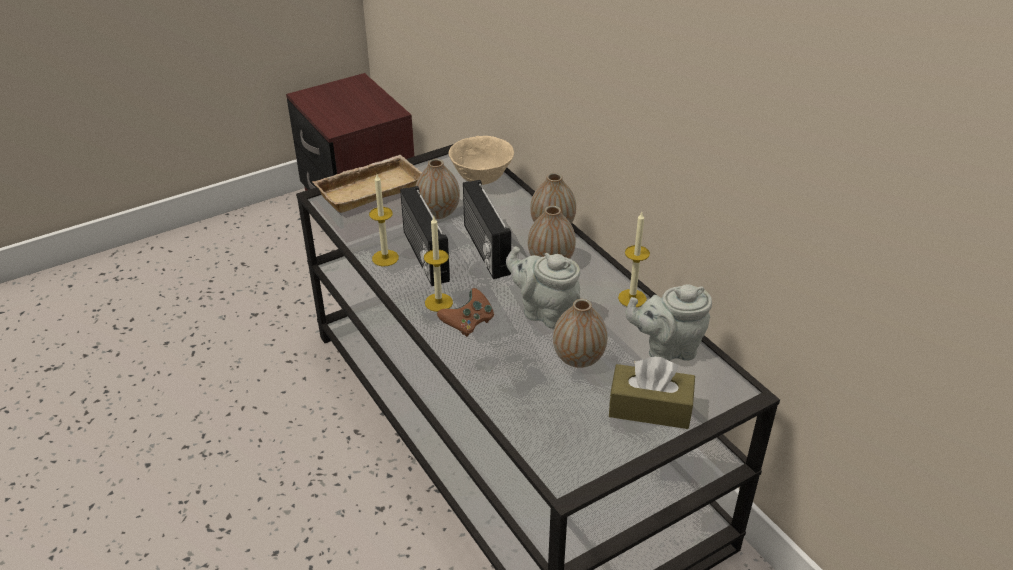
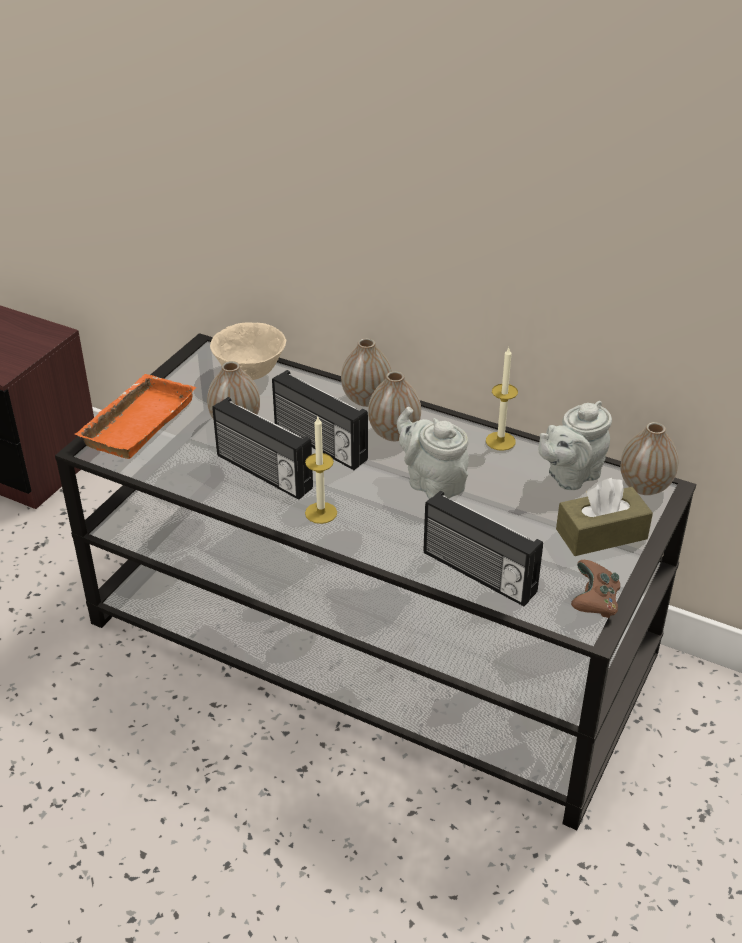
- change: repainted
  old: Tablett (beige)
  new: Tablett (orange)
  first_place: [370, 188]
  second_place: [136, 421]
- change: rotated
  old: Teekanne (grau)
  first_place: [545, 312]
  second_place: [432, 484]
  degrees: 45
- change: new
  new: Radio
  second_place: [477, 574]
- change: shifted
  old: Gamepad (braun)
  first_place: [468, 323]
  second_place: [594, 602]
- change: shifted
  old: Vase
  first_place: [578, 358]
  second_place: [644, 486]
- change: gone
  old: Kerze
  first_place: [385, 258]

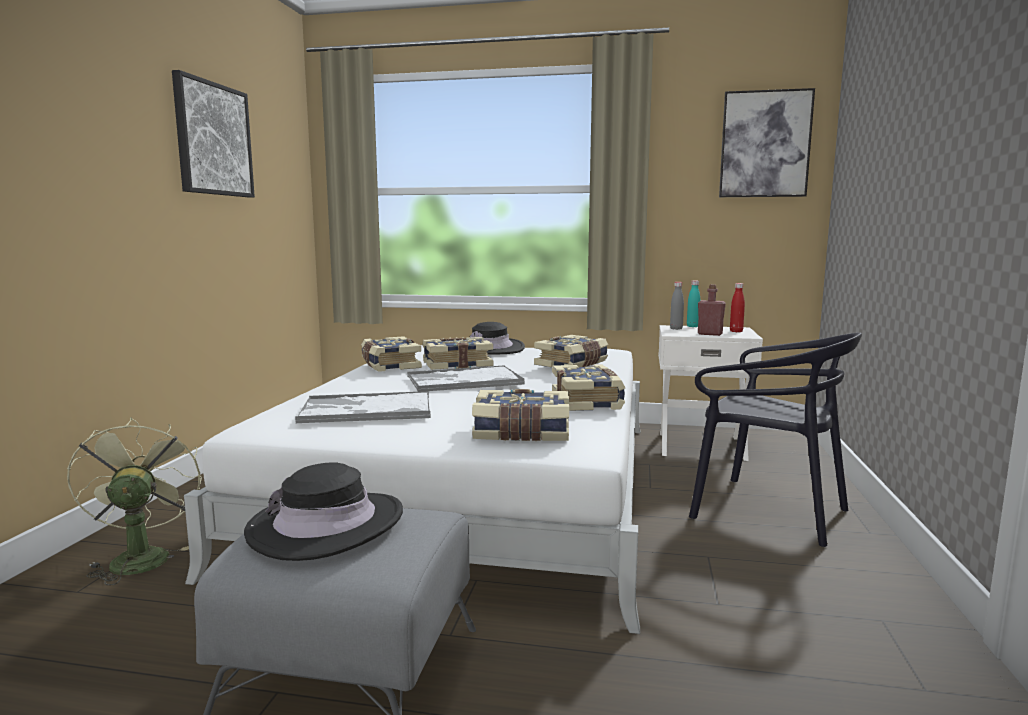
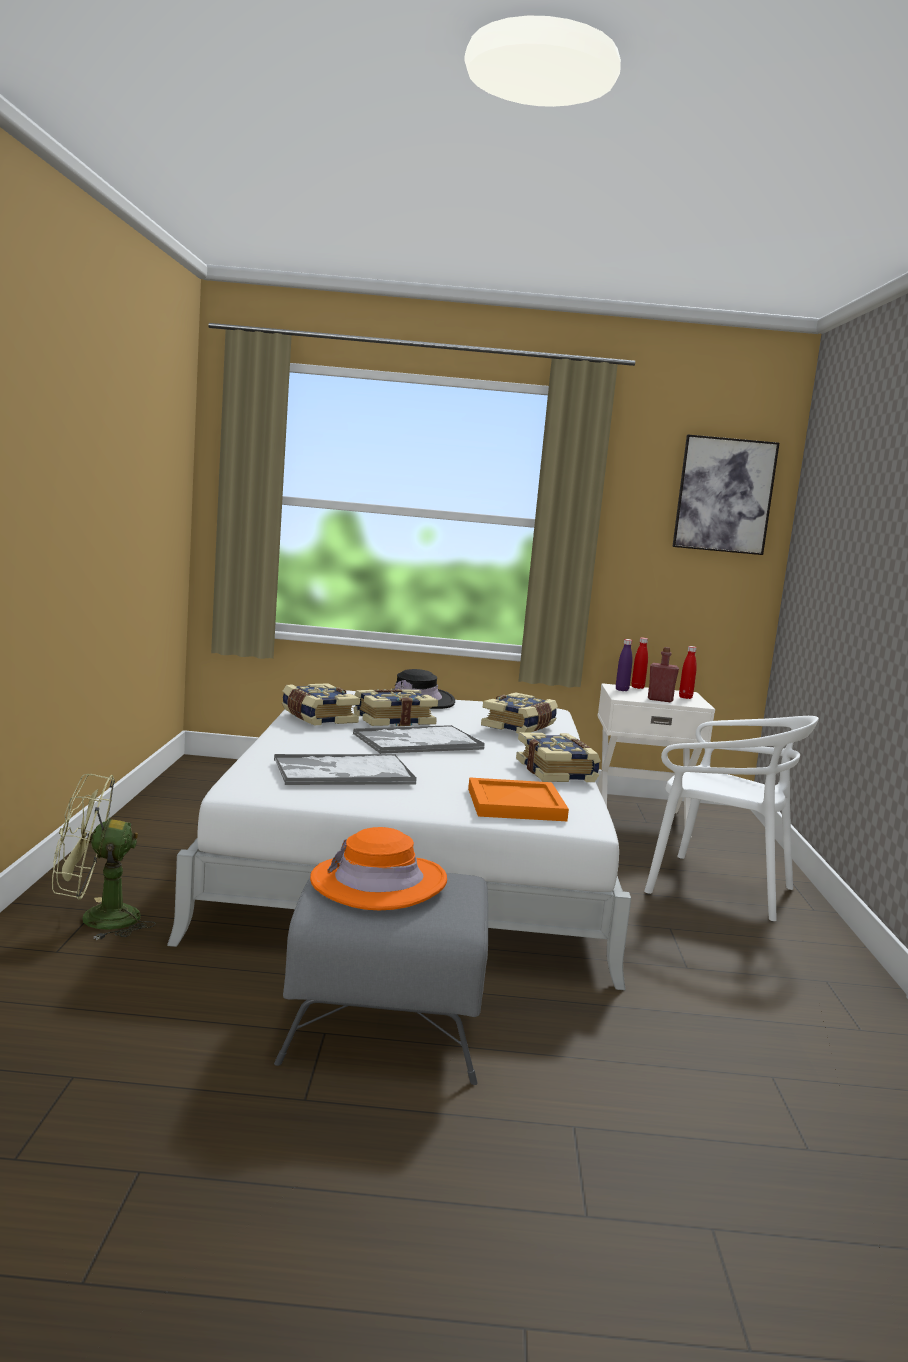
- change: rotated
  old: Ventilator (grün)
  first_place: [140, 557]
  second_place: [96, 920]
  degrees: -75
- change: repainted
  old: Hut (schwarz)
  new: Hut (orange)
  first_place: [326, 525]
  second_place: [378, 883]
- change: swapped
  old: Buch
  new: Tablett (orange)
  first_place: [522, 433]
  second_place: [514, 804]
- change: repainted
  old: Flasche (grau)
  new: Flasche (lila)
  first_place: [676, 329]
  second_place: [622, 690]
- change: repainted
  old: Flasche (türkis)
  new: Flasche (rot)
  first_place: [692, 326]
  second_place: [637, 687]
- change: repainted
  old: Stuhl (schwarz)
  new: Stuhl (weiß)
  first_place: [768, 511]
  second_place: [718, 888]
- change: gone
  old: Bild
  first_place: [213, 139]

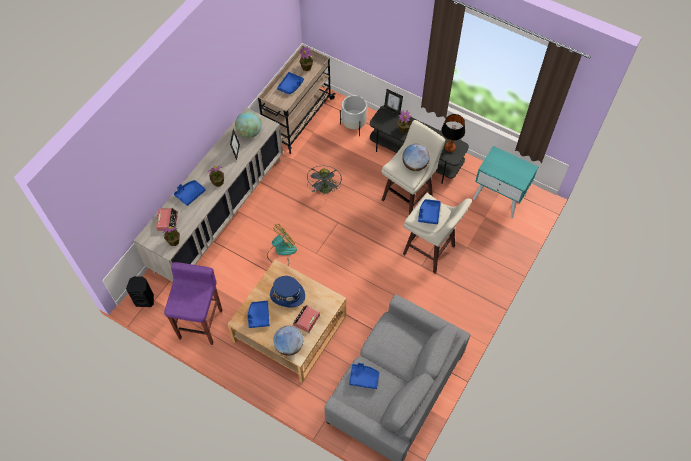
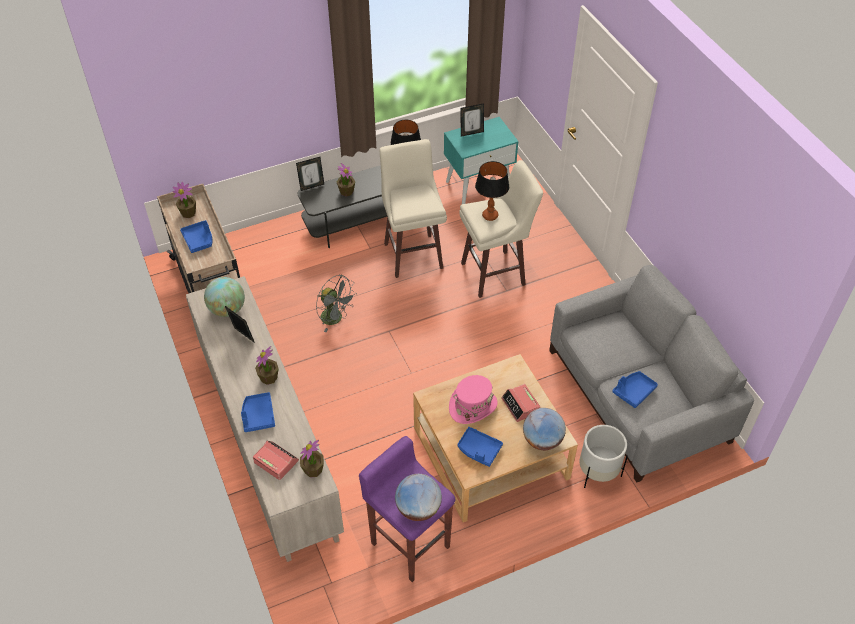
- change: shifted
  old: Globus
  first_place: [415, 165]
  second_place: [418, 508]
- change: repainted
  old: Hut (blau)
  new: Hut (rosa)
  first_place: [287, 295]
  second_place: [473, 406]
- change: new
  new: Bilderrahmen
  second_place: [471, 133]
- change: swapped
  old: Tablett (blau)
  new: Tischlampe
  first_place: [429, 213]
  second_place: [490, 215]
- change: shifted
  old: Pflanzkübel (weiß)
  first_place: [353, 125]
  second_place: [598, 472]
- change: gone
  old: Lautsprecher (schwarz)
  first_place: [145, 299]
- change: gone
  old: Ventilator
  first_place: [281, 251]

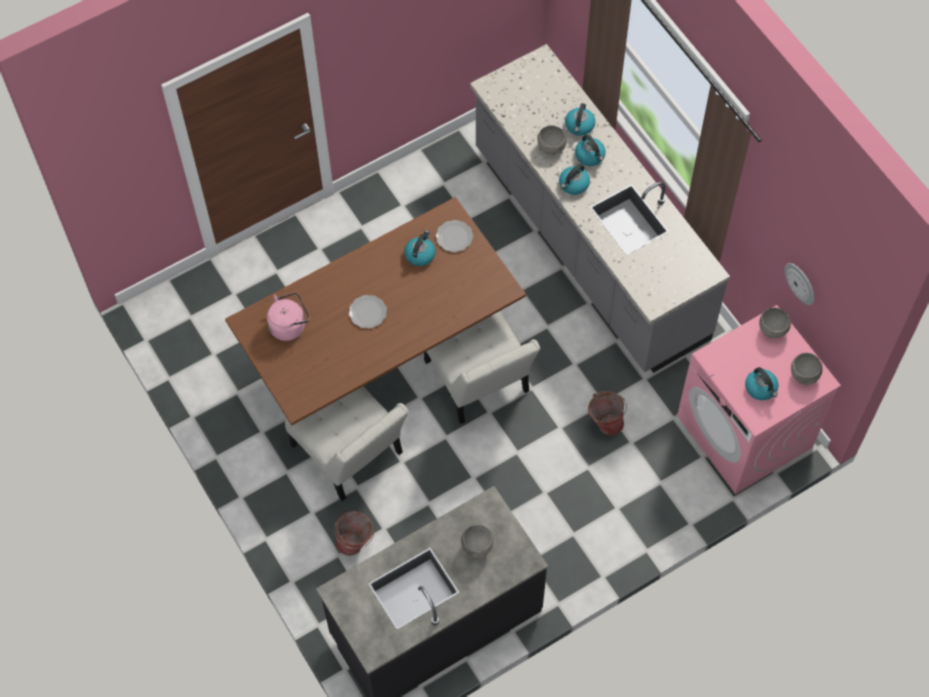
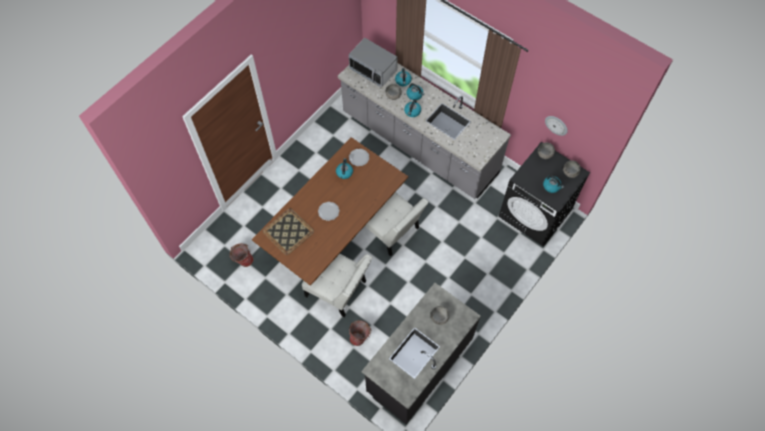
- change: shifted
  old: Eimer
  first_place: [605, 422]
  second_place: [243, 260]
- change: swapped
  old: Wasserkessel (rosa)
  new: Tablett
  first_place: [289, 325]
  second_place: [289, 231]
- change: new
  new: Mikrowelle
  second_place: [373, 70]
- change: repainted
  old: Waschmaschine (rosa)
  new: Waschmaschine (schwarz)
  first_place: [745, 432]
  second_place: [535, 214]

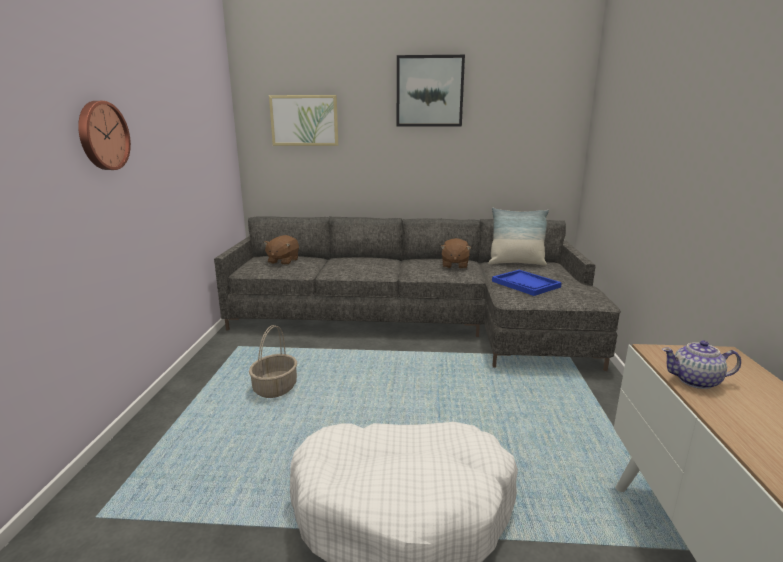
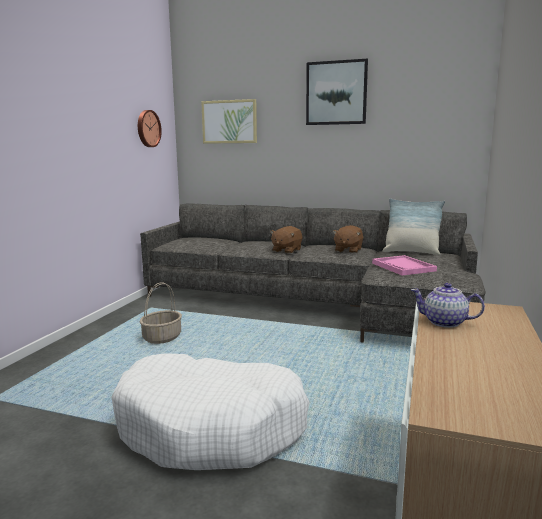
- change: shifted
  old: Wanduhr
  first_place: [102, 136]
  second_place: [147, 128]
- change: shifted
  old: Plüschtier (braun)
  first_place: [283, 261]
  second_place: [286, 250]
- change: repainted
  old: Tablett (blau)
  new: Tablett (rosa)
  first_place: [526, 284]
  second_place: [403, 267]

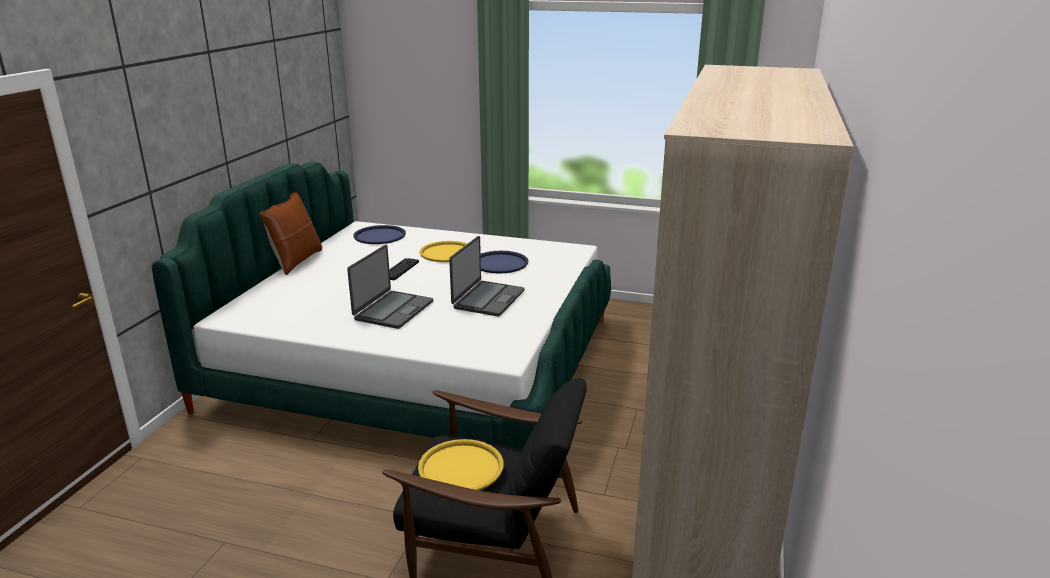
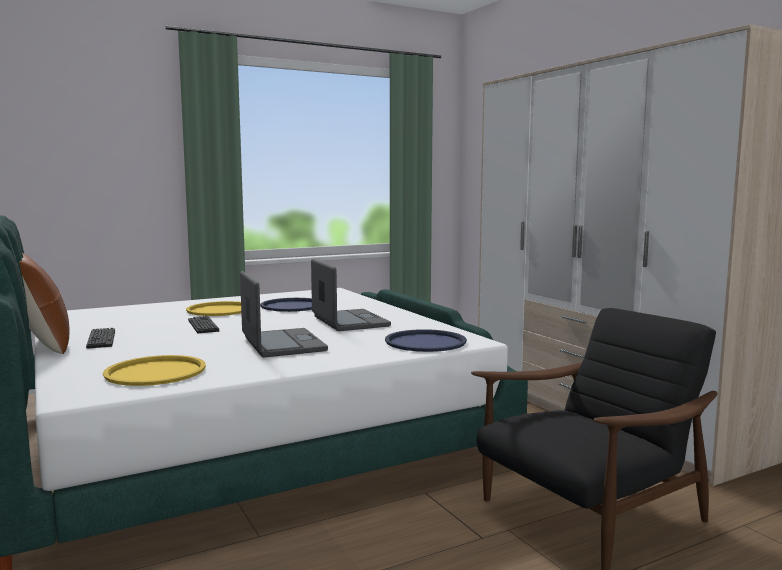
- change: new
  new: Tastatur
  second_place: [101, 339]
- change: shifted
  old: Tablett (gelb)
  first_place: [461, 467]
  second_place: [156, 372]
- change: shifted
  old: Tablett (blau)
  first_place: [379, 235]
  second_place: [425, 342]

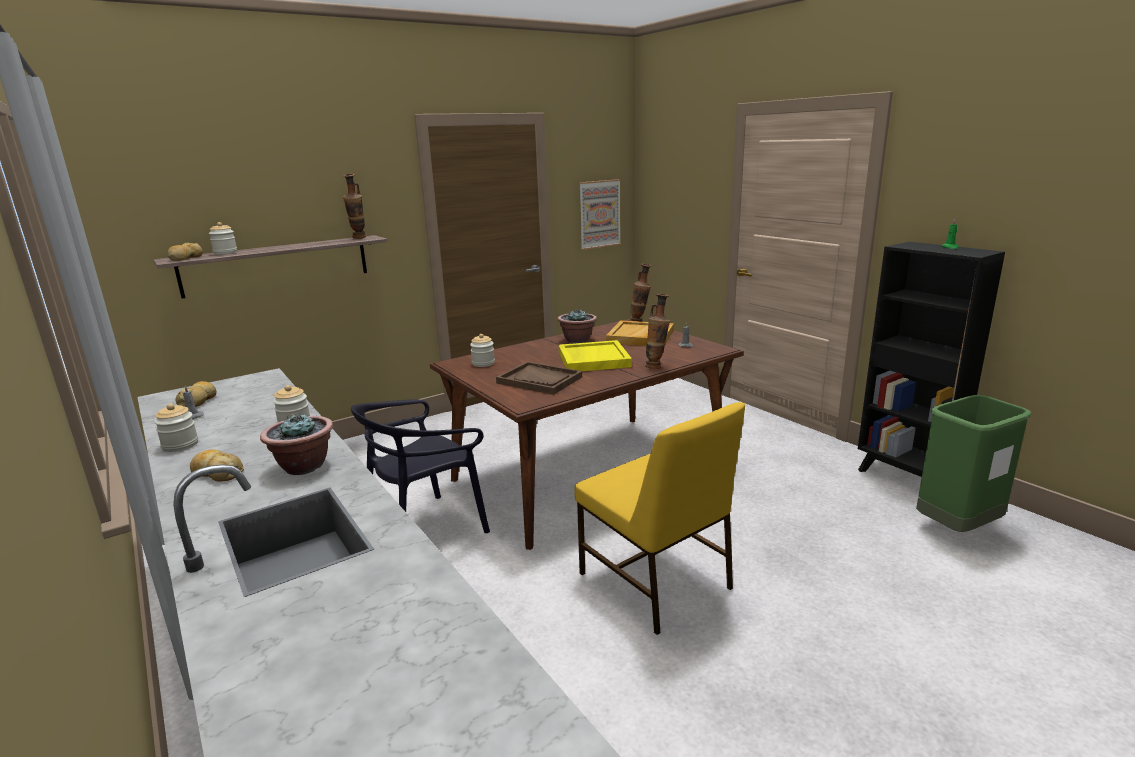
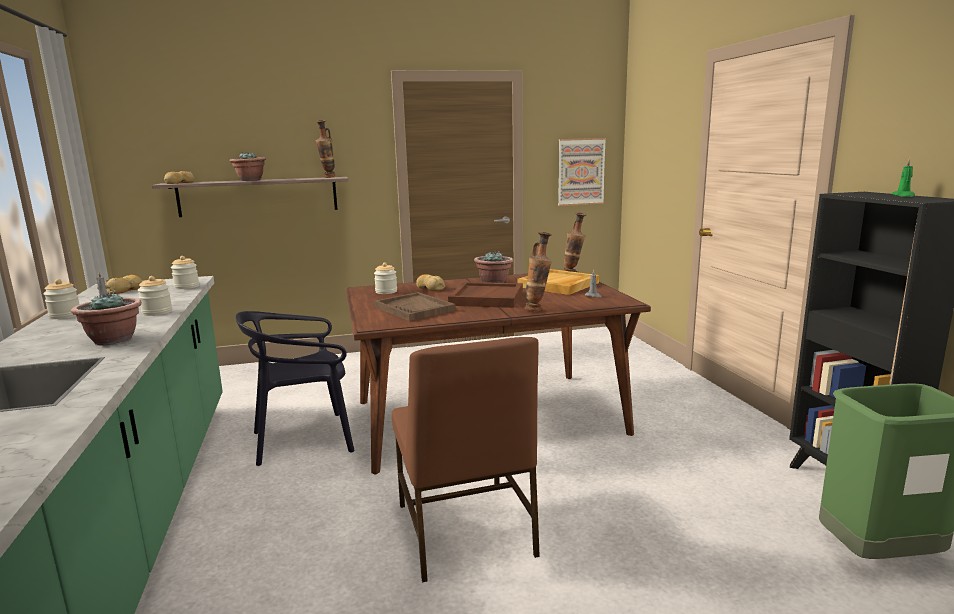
- change: shifted
  old: Vorratsglas
  first_place: [225, 252]
  second_place: [187, 287]
- change: new
  new: Topfpflanze
  second_place: [250, 180]
- change: repainted
  old: Stuhl (gelb)
  new: Stuhl (braun)
  first_place: [655, 582]
  second_place: [464, 531]
- change: shifted
  old: Brot
  first_place: [217, 473]
  second_place: [430, 288]
- change: repainted
  old: Tablett (gelb)
  new: Tablett (braun)
  first_place: [593, 359]
  second_place: [486, 298]

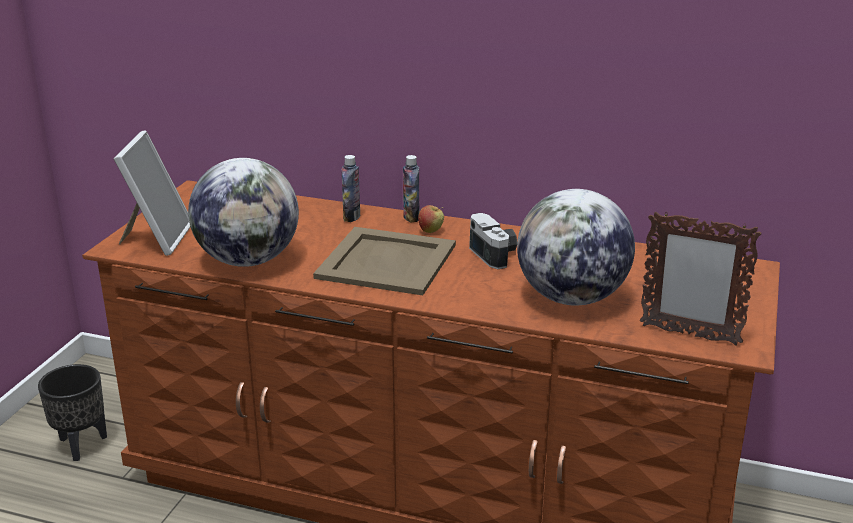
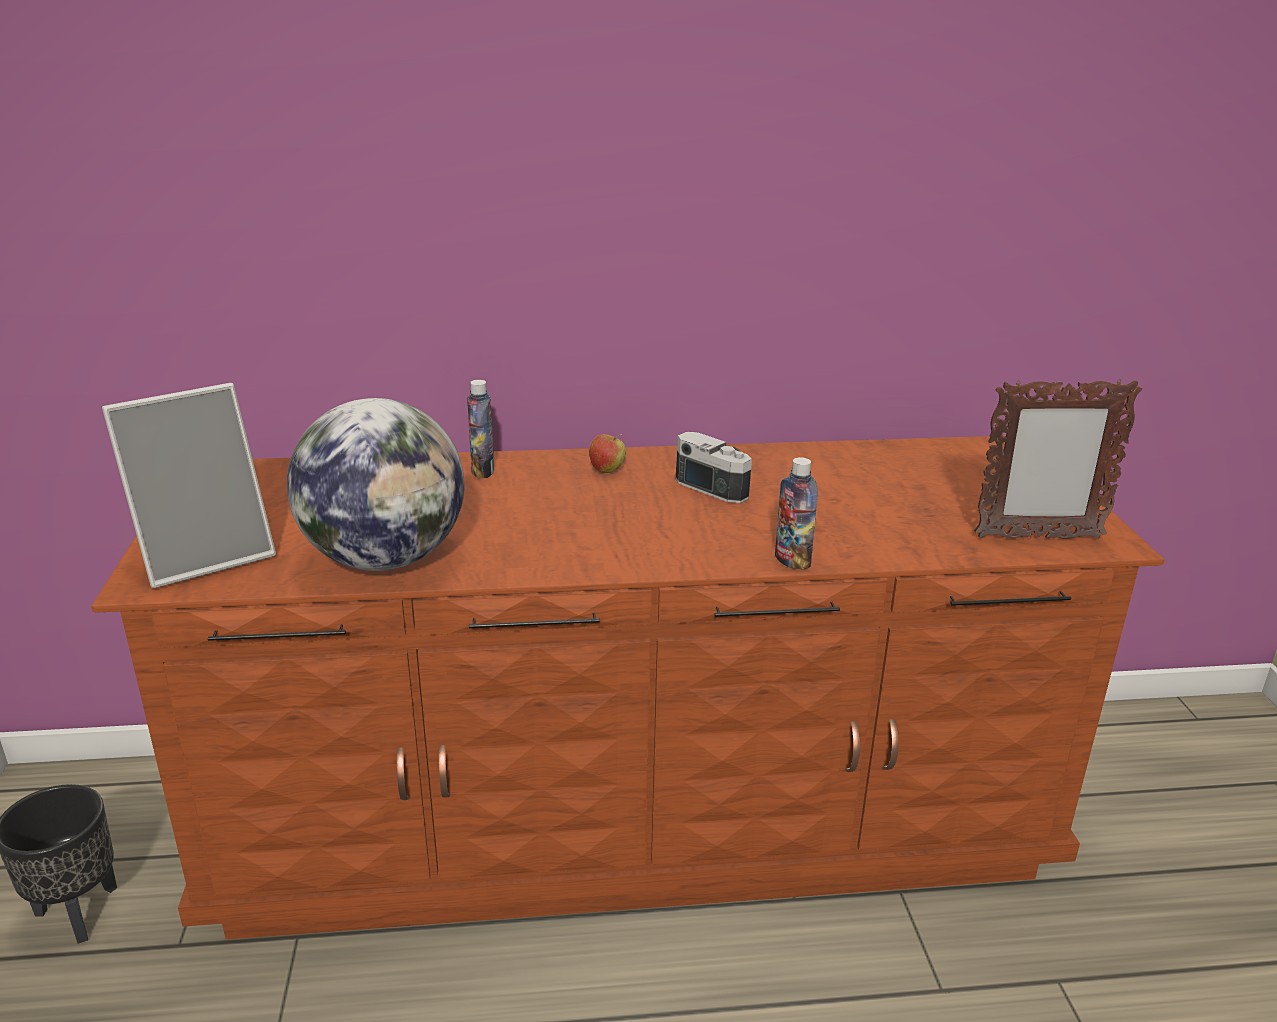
- change: rotated
  old: Bilderrahmen
  first_place: [156, 238]
  second_place: [206, 555]
  degrees: 75
- change: shifted
  old: Flasche
  first_place: [411, 217]
  second_place: [792, 561]
- change: gone
  old: Tablett (beige)
  first_place: [386, 261]
- change: gone
  old: Globus
  first_place: [571, 298]

